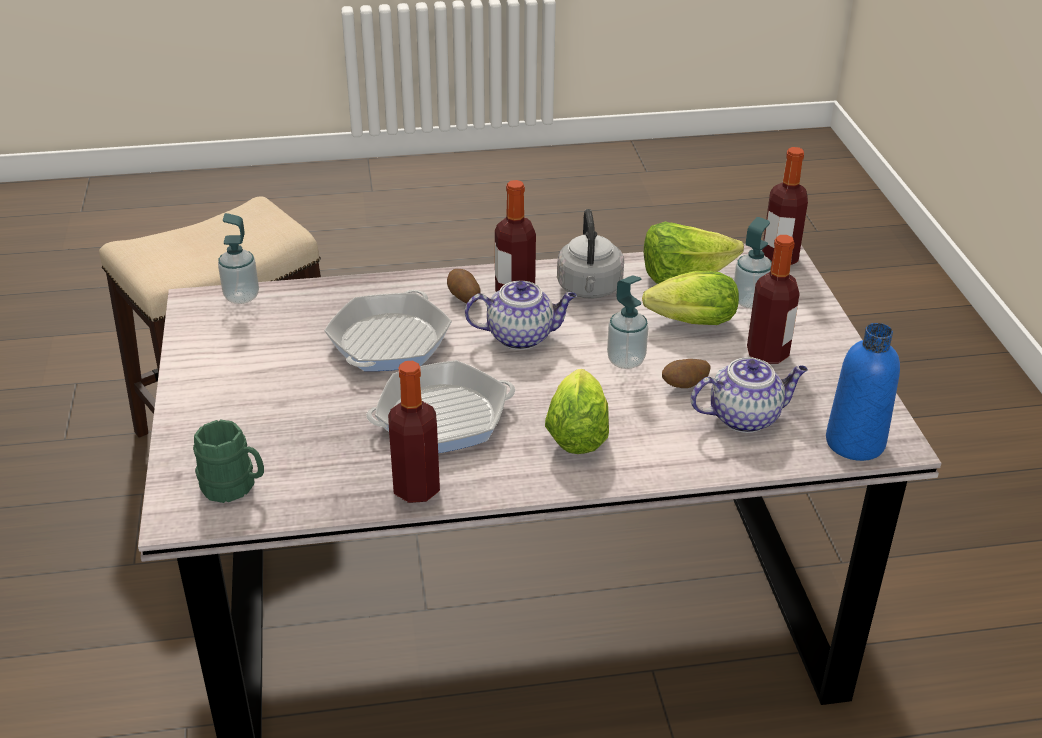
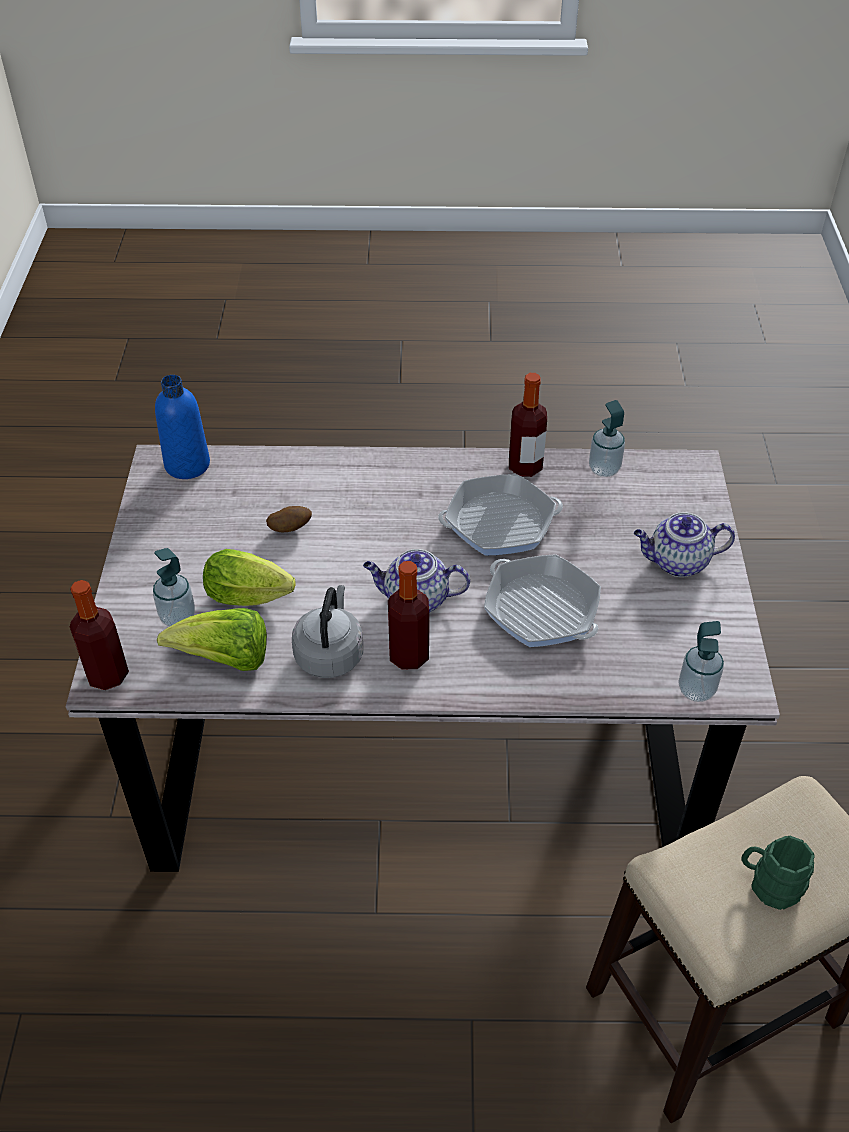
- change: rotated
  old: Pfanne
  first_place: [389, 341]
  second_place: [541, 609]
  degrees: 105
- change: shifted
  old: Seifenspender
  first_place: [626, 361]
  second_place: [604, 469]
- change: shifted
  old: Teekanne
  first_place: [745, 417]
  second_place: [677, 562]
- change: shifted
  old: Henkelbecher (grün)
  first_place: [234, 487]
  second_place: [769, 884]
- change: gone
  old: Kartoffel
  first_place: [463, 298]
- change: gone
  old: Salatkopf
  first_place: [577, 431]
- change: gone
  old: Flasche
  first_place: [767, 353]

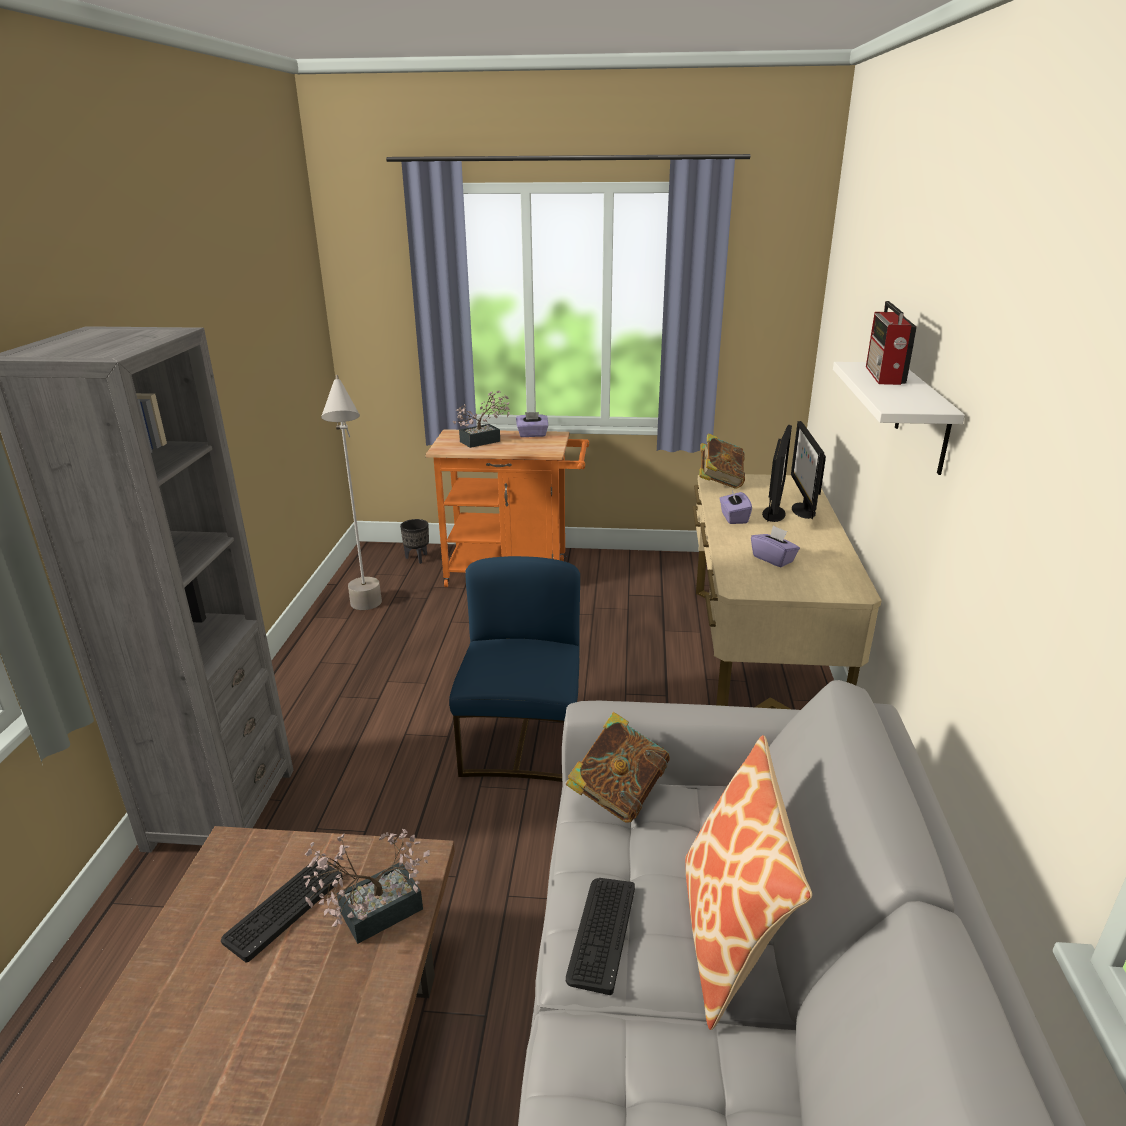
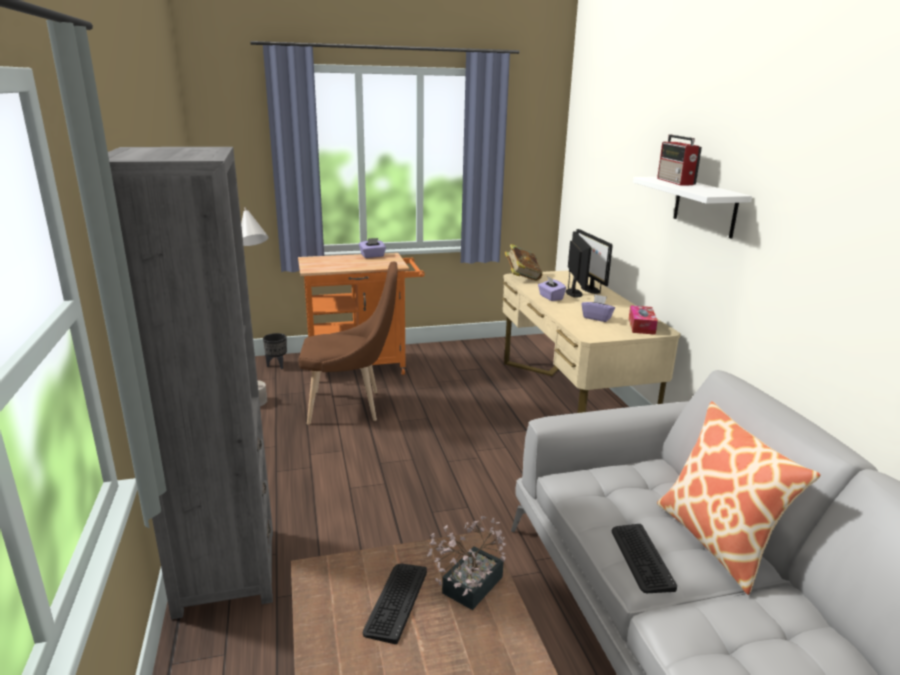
- change: new
  new: Stuhl (braun)
  second_place: [350, 407]
- change: new
  new: Taschentuchbox
  second_place: [641, 326]
- change: gone
  old: Stuhl (blau)
  first_place: [522, 742]
- change: gone
  old: Topfpflanze
  first_place: [484, 441]
- change: gone
  old: Buch
  first_place: [618, 794]

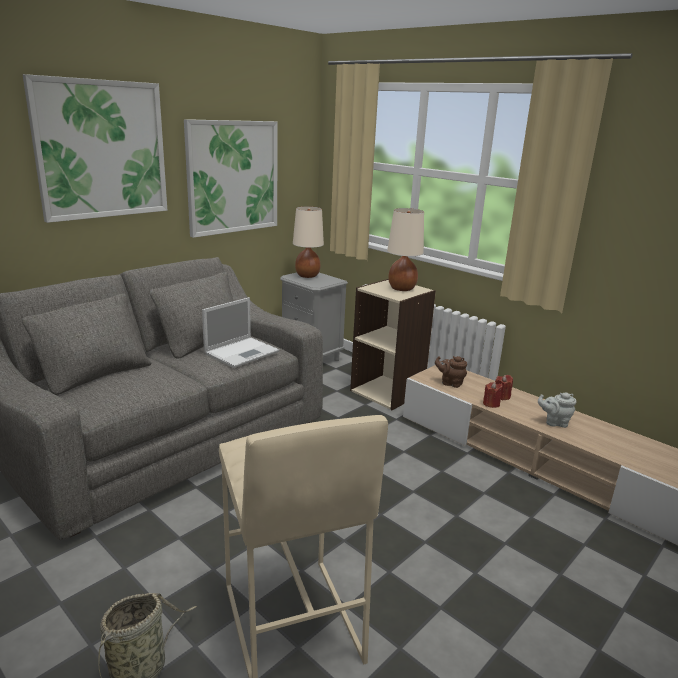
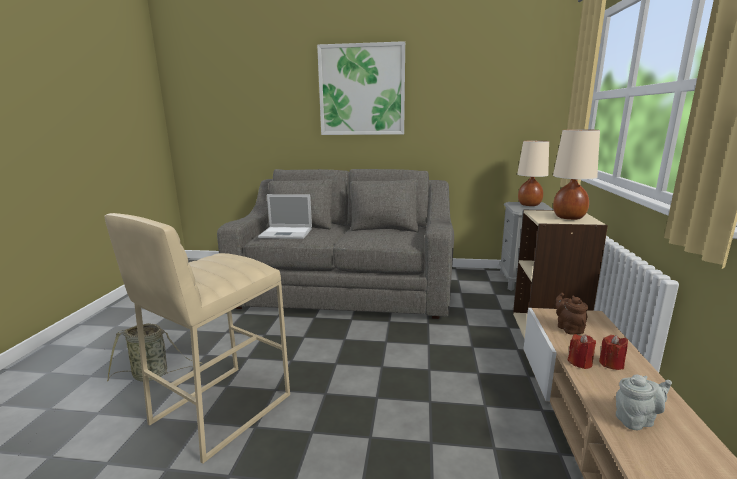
- change: shifted
  old: Laptop
  first_place: [242, 352]
  second_place: [287, 233]
- change: rotated
  old: Teekanne (grau)
  first_place: [554, 422]
  second_place: [636, 420]
  degrees: 105
- change: gone
  old: Bild
  first_place: [233, 177]

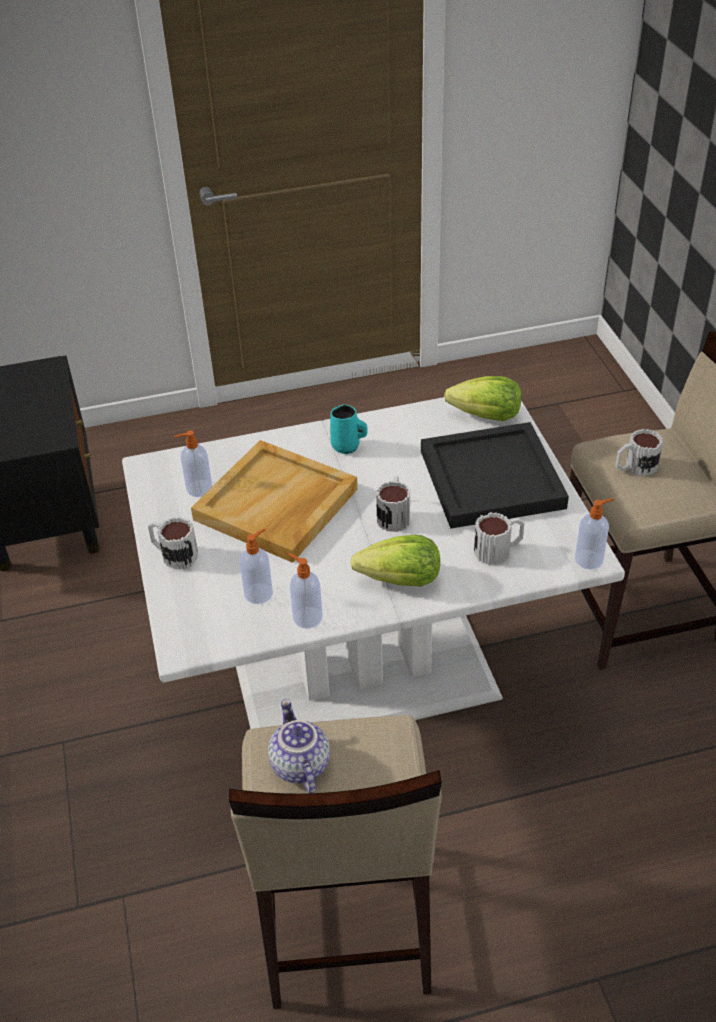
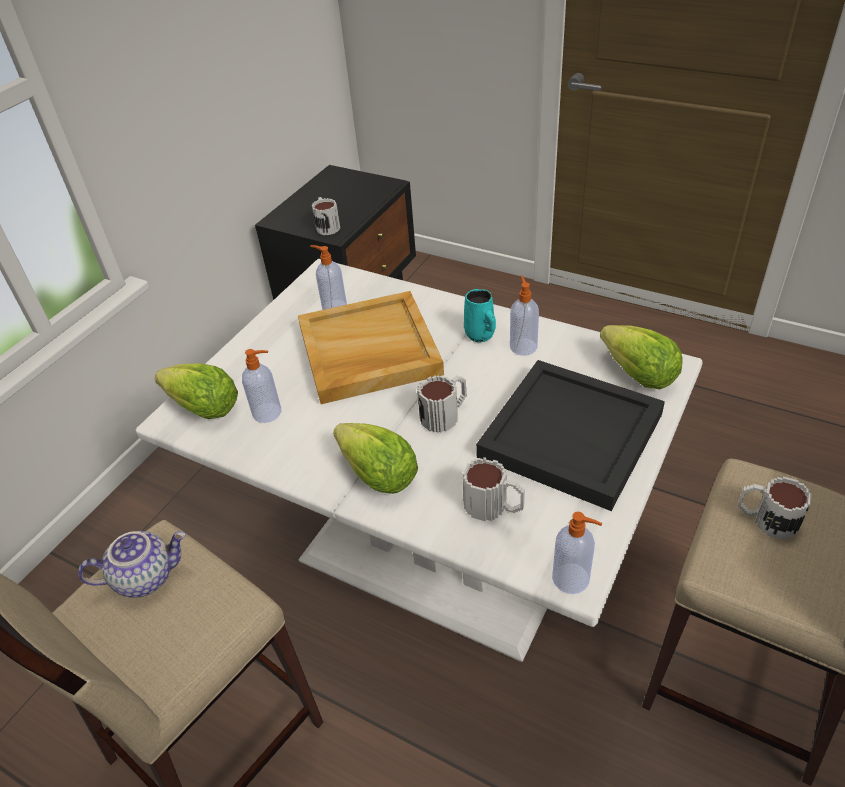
- change: rotated
  old: Teekanne
  first_place: [298, 765]
  second_place: [145, 576]
  degrees: 45
- change: new
  new: Salatkopf
  second_place: [204, 408]
- change: shifted
  old: Henkelbecher
  first_place: [174, 554]
  second_place: [326, 226]
- change: shifted
  old: Seifenspender
  first_place: [306, 617]
  second_place: [523, 346]

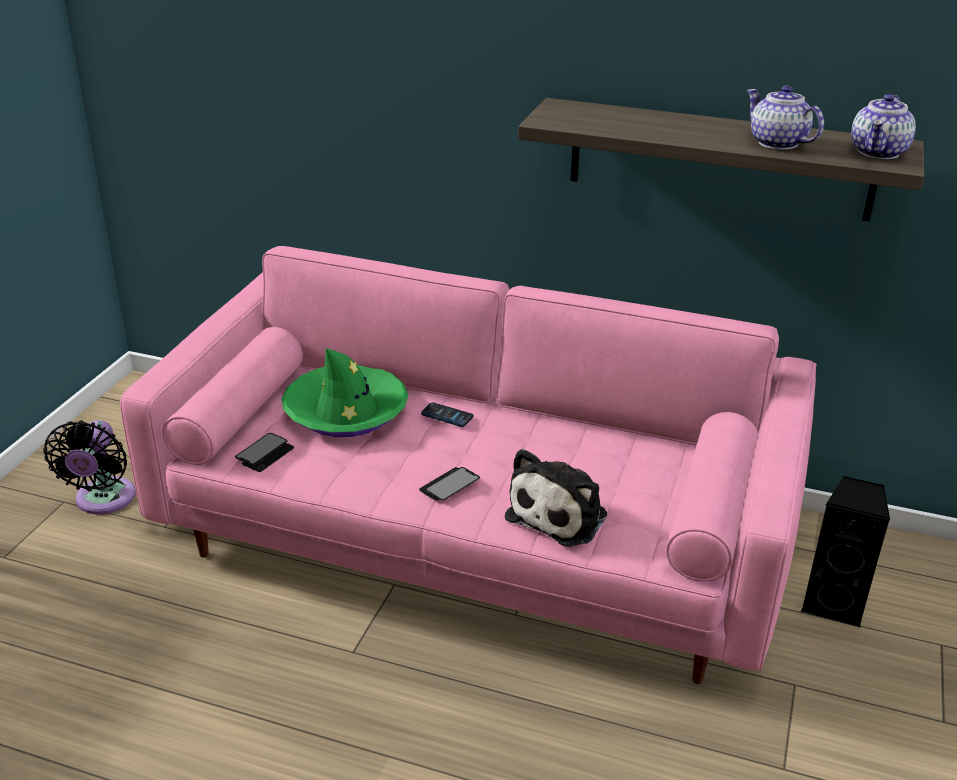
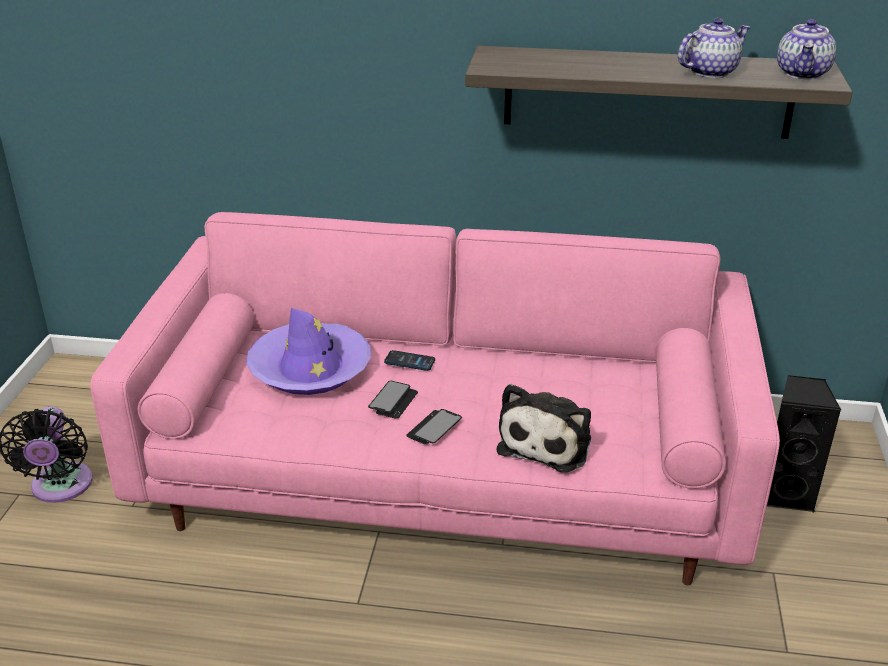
- change: repainted
  old: Hut (grün)
  new: Hut (lila)
  first_place: [346, 411]
  second_place: [310, 369]
- change: shifted
  old: Handy
  first_place: [265, 454]
  second_place: [393, 401]
- change: rotated
  old: Teekanne
  first_place: [776, 143]
  second_place: [710, 72]
  degrees: 105

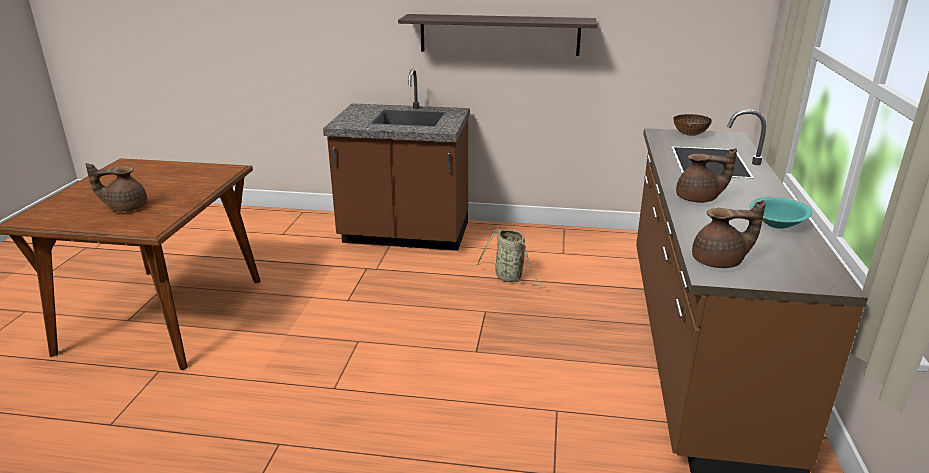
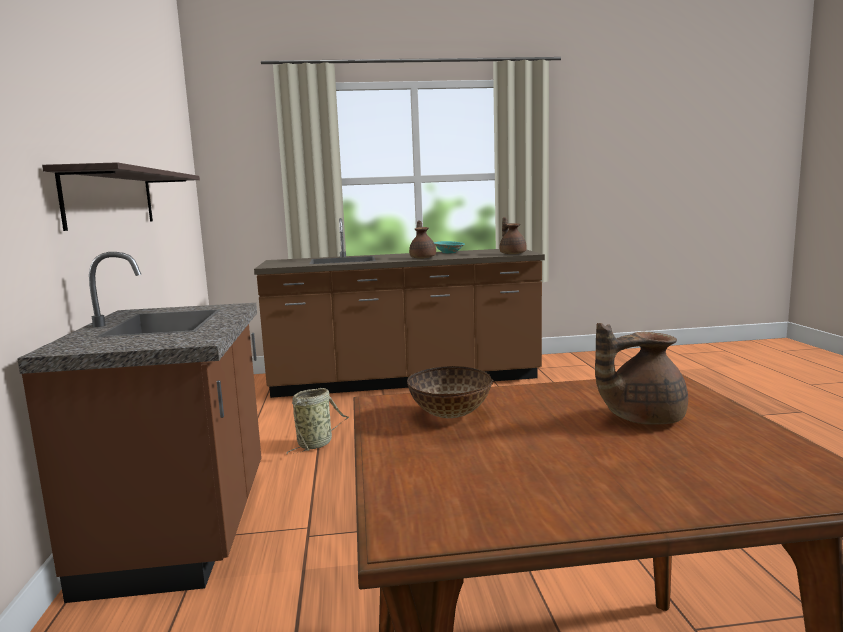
- change: shifted
  old: Schüssel
  first_place: [689, 134]
  second_place: [449, 415]
- change: rotated
  old: Teekanne (braun)
  first_place: [126, 207]
  second_place: [640, 418]
  degrees: 105

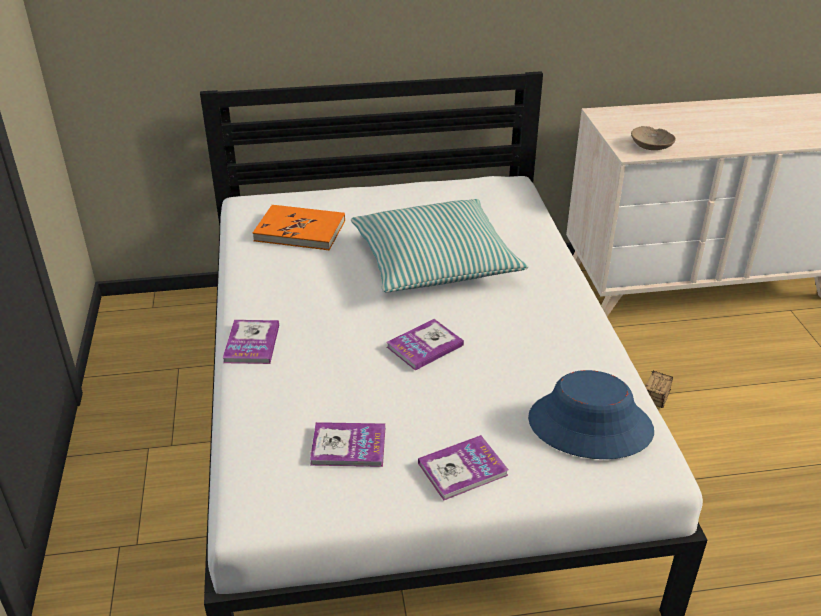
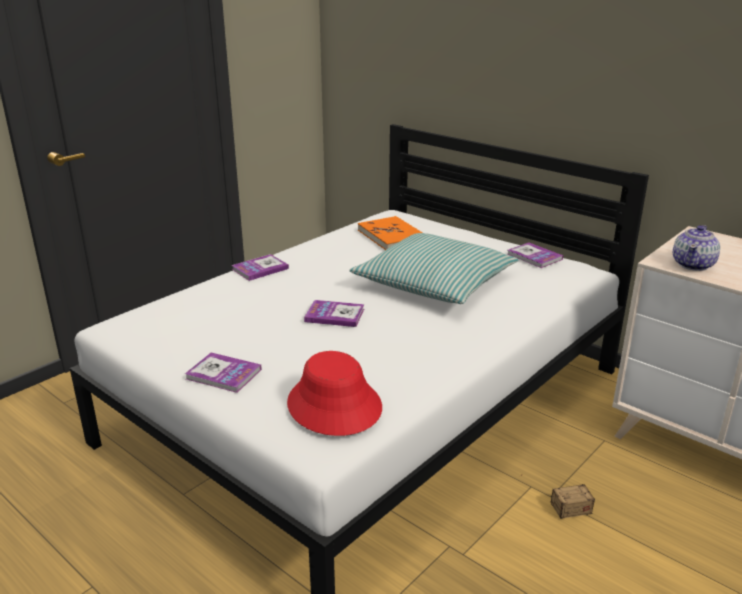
- change: repainted
  old: Hut (blau)
  new: Hut (rot)
  first_place: [589, 425]
  second_place: [333, 405]
- change: shifted
  old: Buch
  first_place: [348, 446]
  second_place: [534, 256]
- change: swapped
  old: Schüssel (beige)
  new: Teekanne
  first_place: [651, 146]
  second_place: [693, 265]

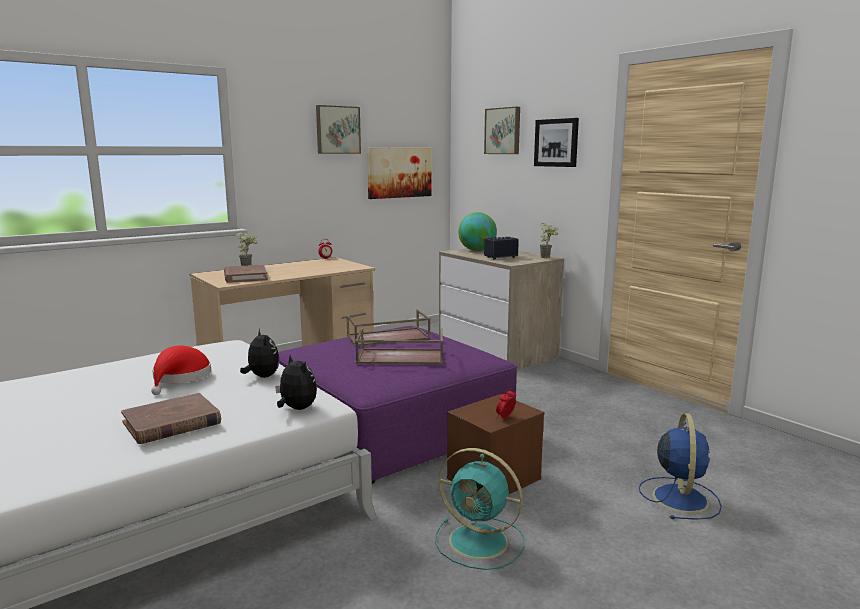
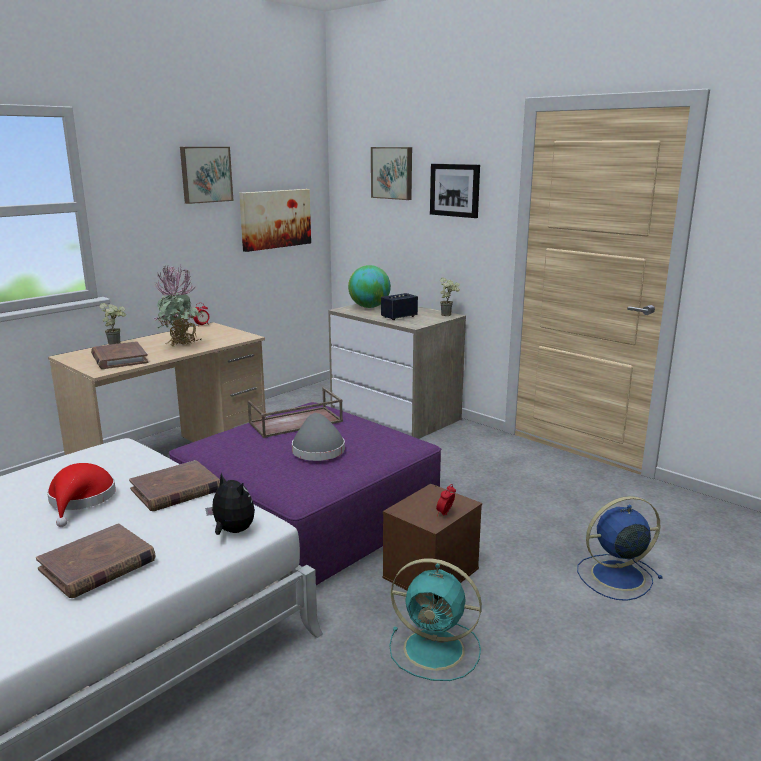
- change: swapped
  old: Plüschtier
  new: Buch (braun)
  first_place: [262, 376]
  second_place: [176, 490]
- change: new
  new: Topfpflanze
  second_place: [182, 346]
- change: swapped
  old: Tablett (braun)
  new: Hut (grau)
  first_place: [399, 357]
  second_place: [317, 449]
- change: rotated
  old: Ventilator (blau)
  first_place: [679, 497]
  second_place: [615, 576]
  degrees: -105

